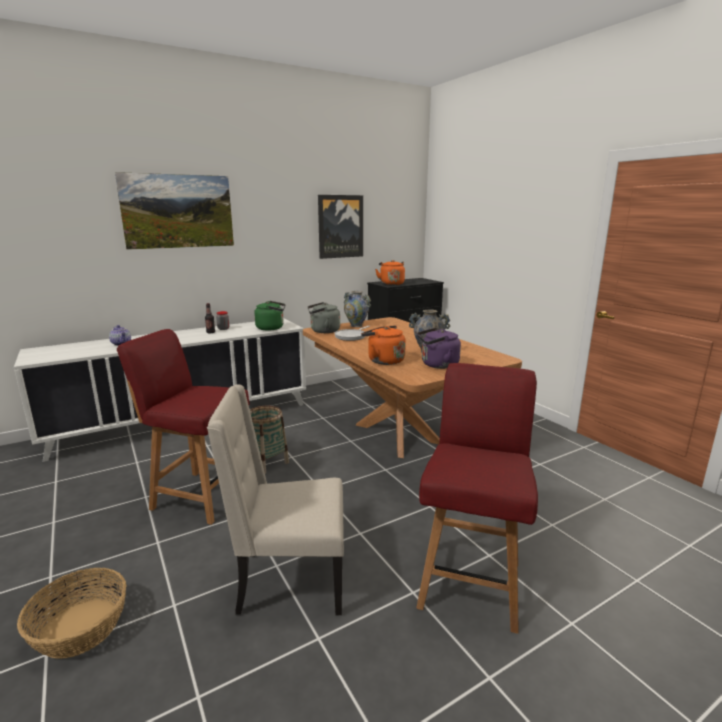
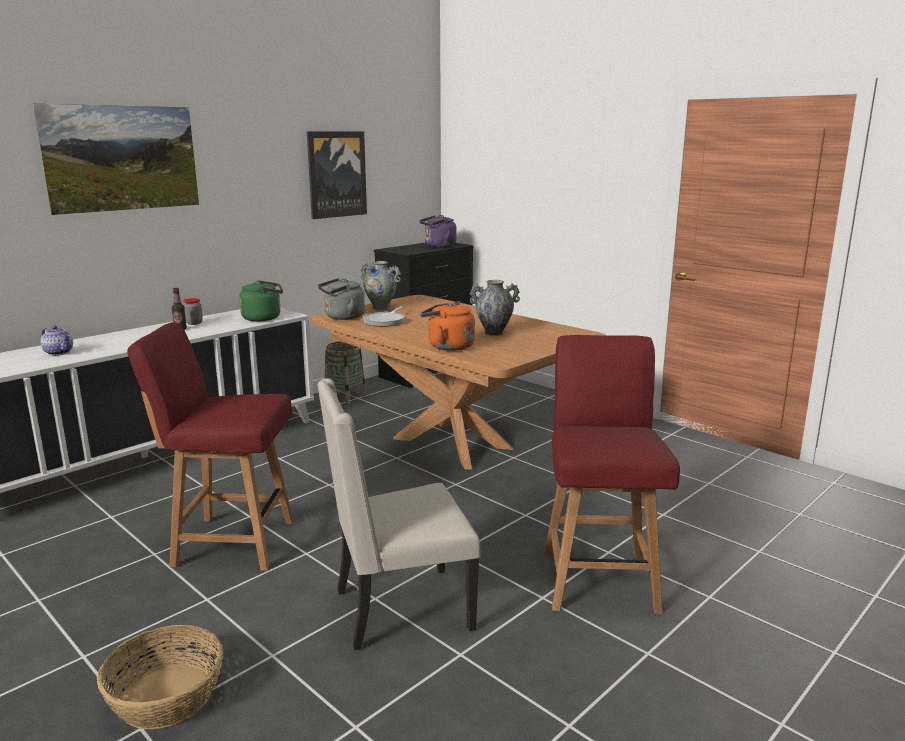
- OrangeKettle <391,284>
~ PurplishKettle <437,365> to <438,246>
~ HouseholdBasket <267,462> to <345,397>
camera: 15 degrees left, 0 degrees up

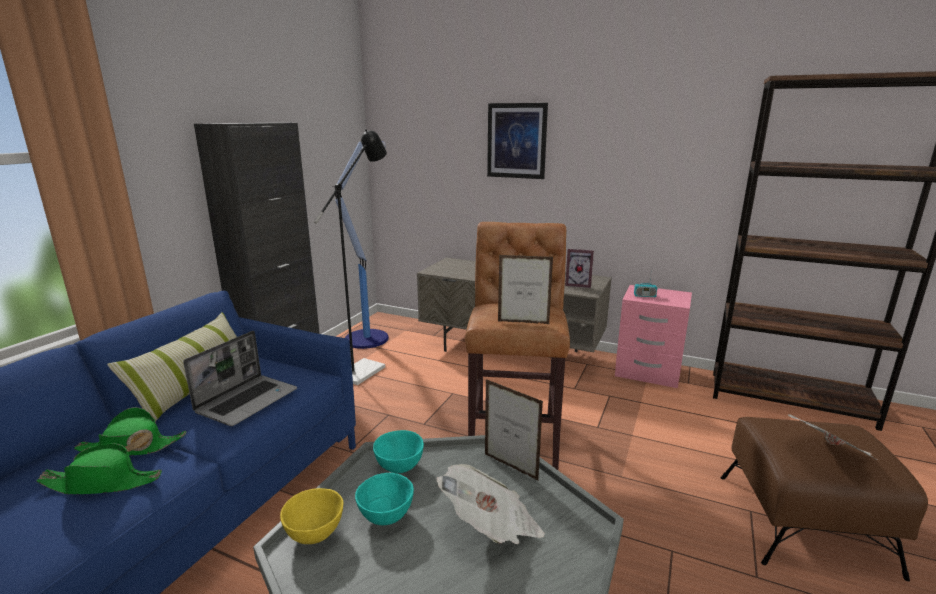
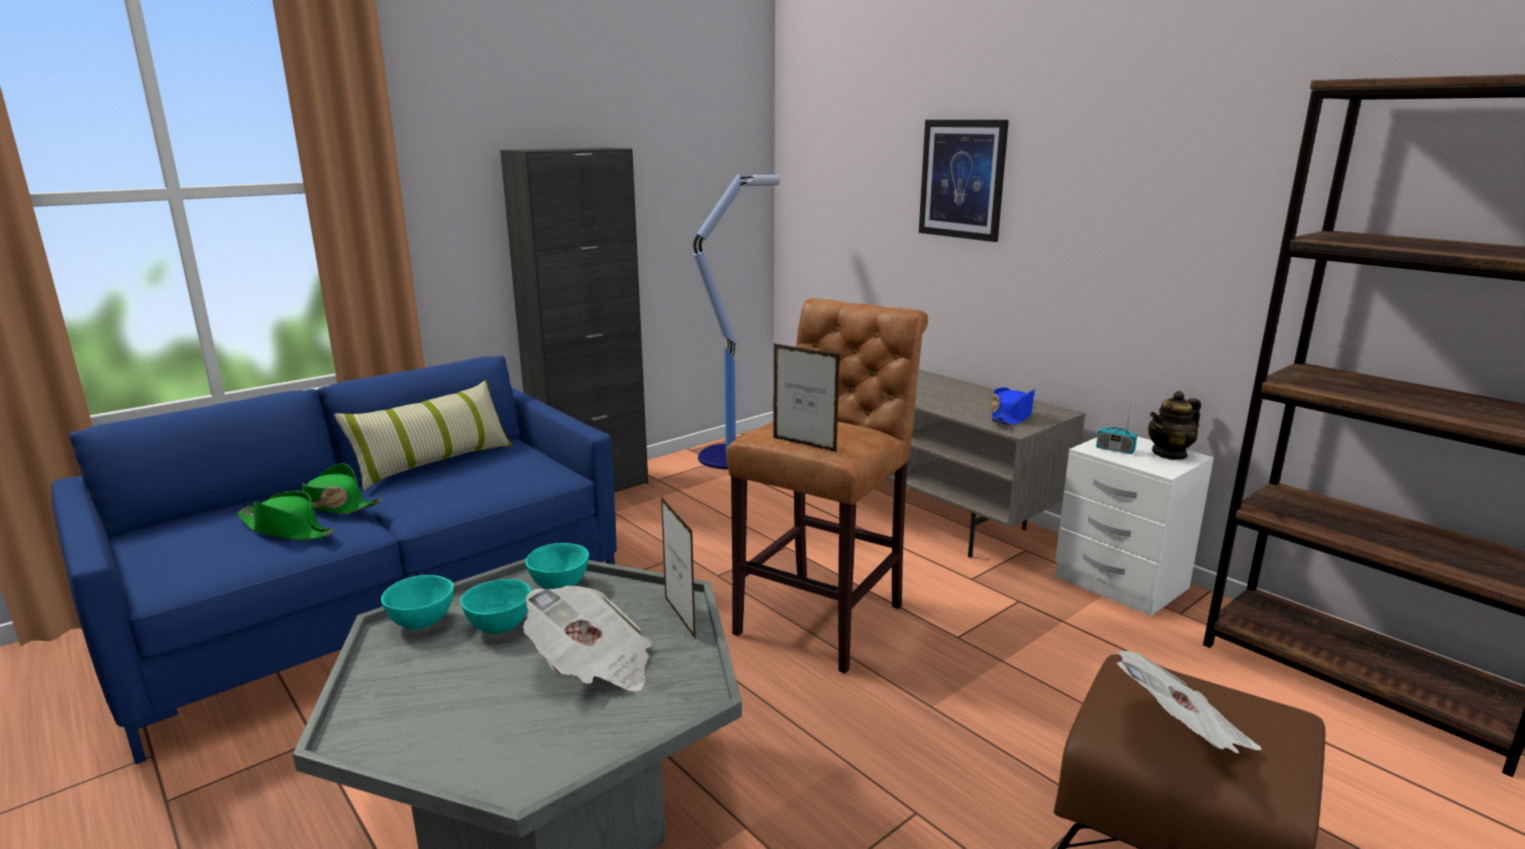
- BlackStandingLamp <366,369>
~ PictureFrame <578,284> to BlueClothingHat <1011,416>
~ PinkNightTable <648,372> to WhiteColouredNightTable <1120,582>
- PortableComputer <247,400>
~ YellowishBowl <316,533> to TurquoiseBowl <423,623>
+ PotForTea <1169,454>
camera: 25 degrees right, 0 degrees up

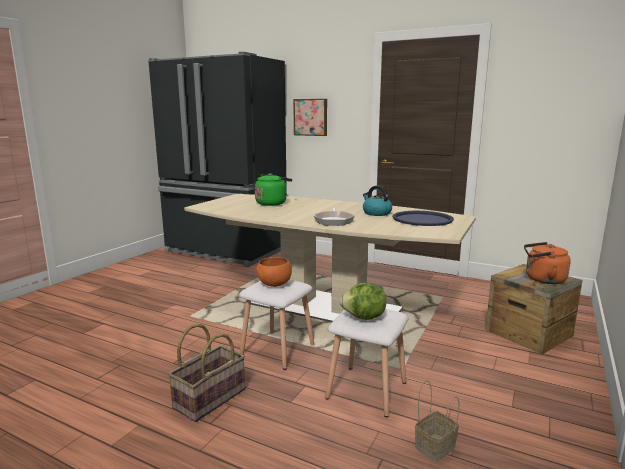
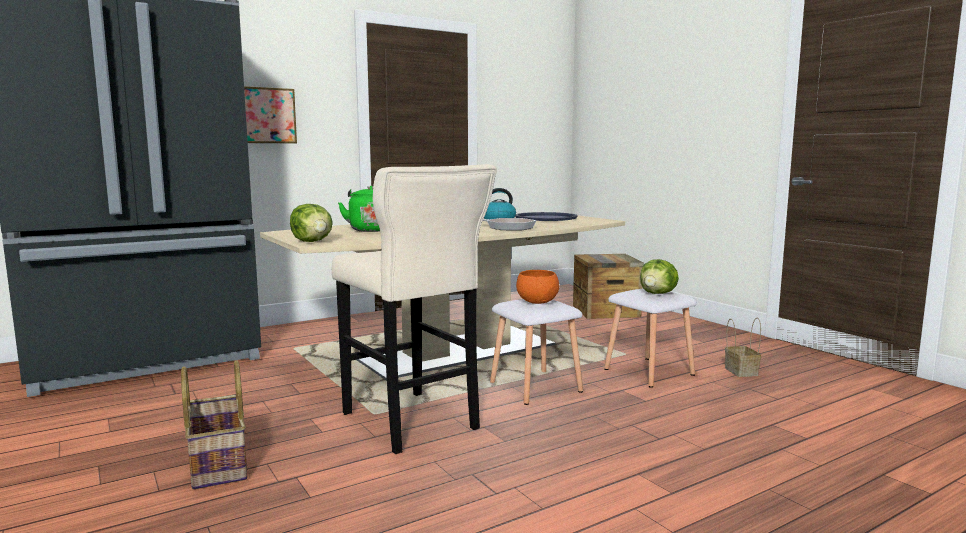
- OrangeKettle <542,279>
~ HouseholdBasket <209,398> to <217,464>
+ SandColouredStoolSeat <412,424>
+ Lettuce <313,242>
camera: 60 degrees left, 5 degrees down

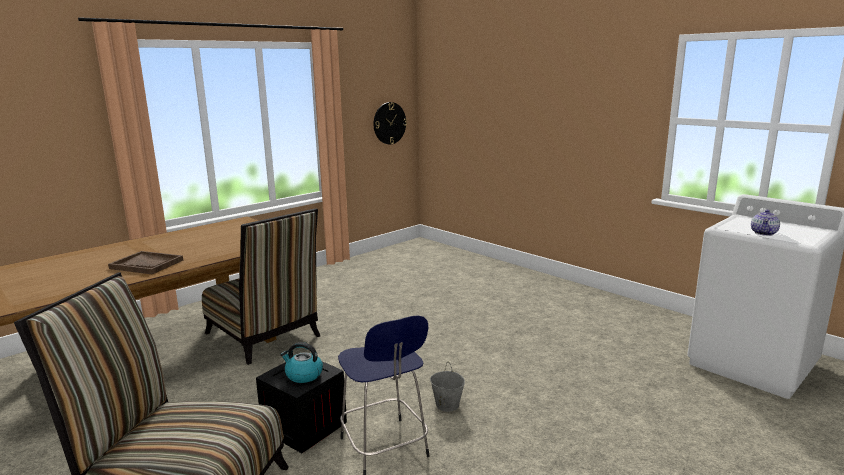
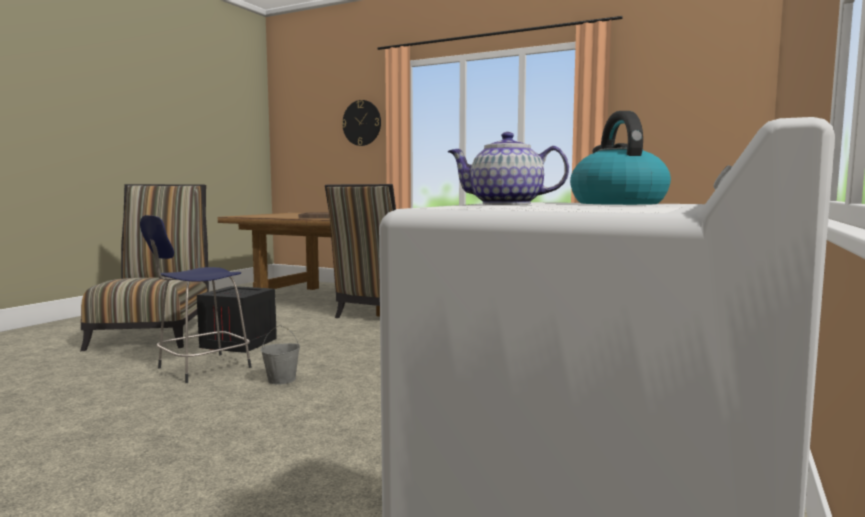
~ WallClock <389,123> to <362,123>
~ Kettle <303,375> to <616,203>
camera: 70 degrees right, 10 degrees down

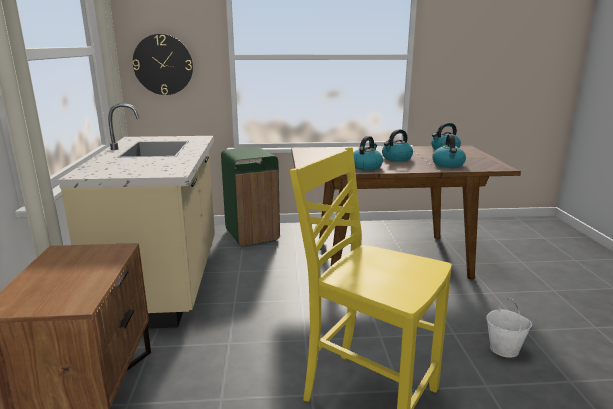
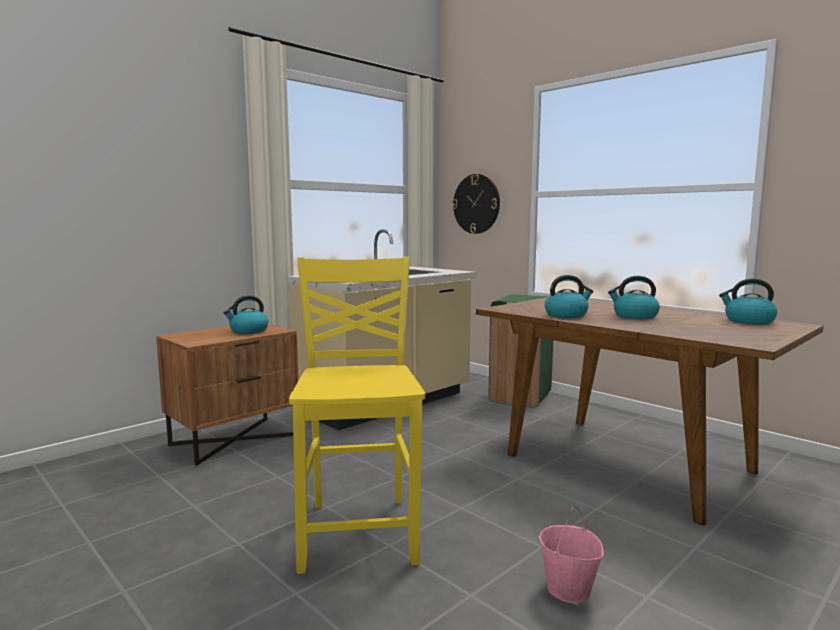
~ Kettle <448,164> to <248,331>
~ WhiteColouredPail <504,349> to PinkPail <569,590>
camera: 50 degrees right, 10 degrees down

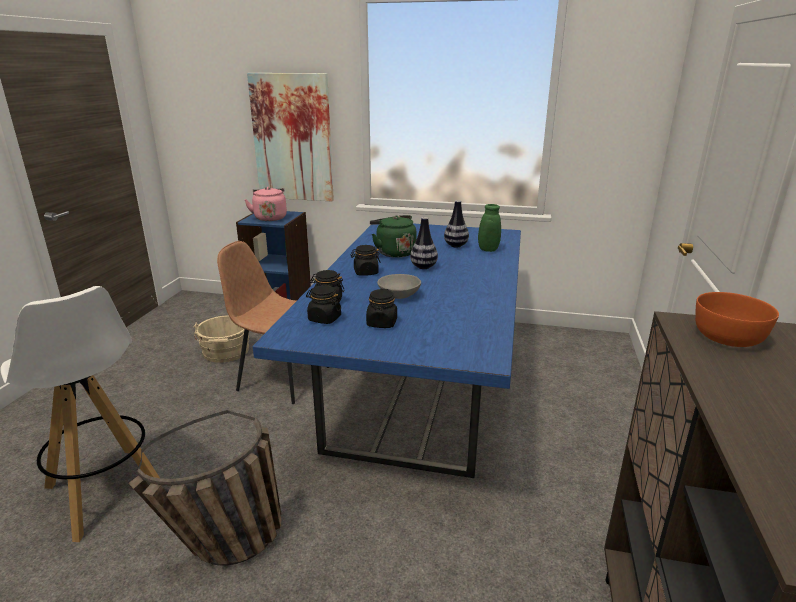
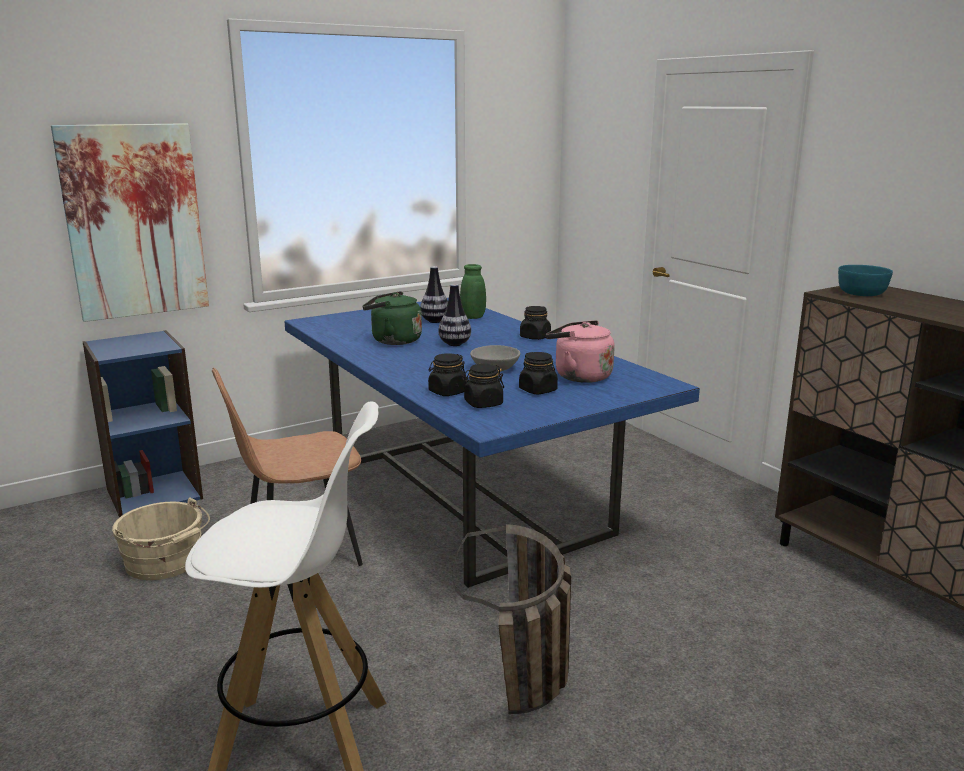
~ PinkKettle <270,217> to <579,376>
~ BlackJar <365,272> to <535,337>
~ OrangeBowl <729,337> to TurquoiseBowl <862,293>
camera: 45 degrees left, 5 degrees down

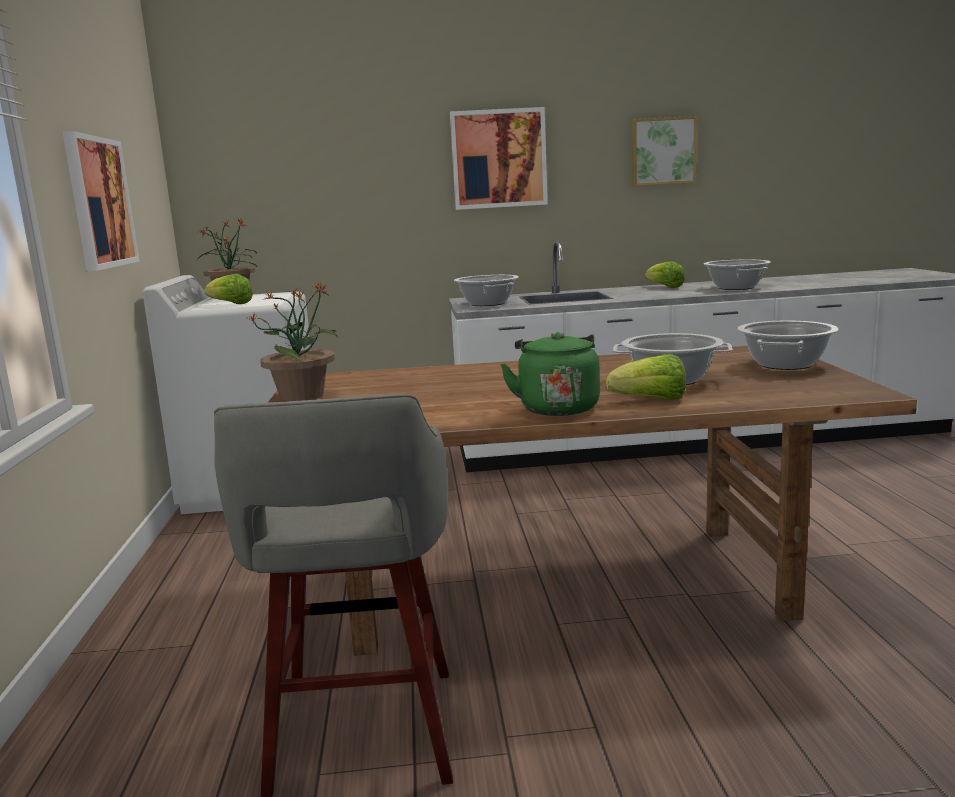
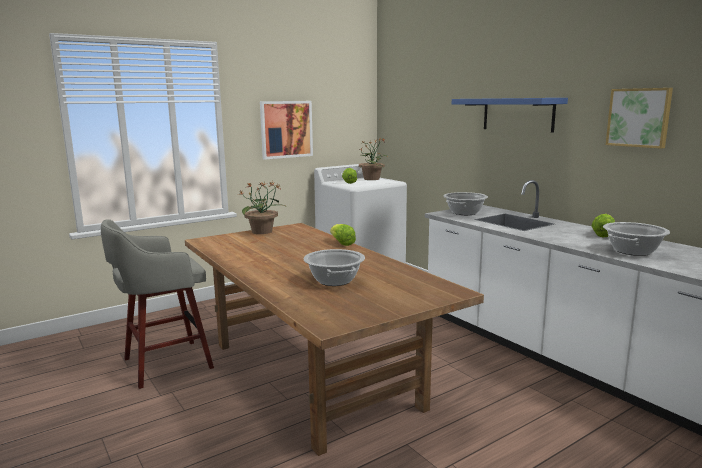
~ WallArt <499,159> to BlueWallShelf <518,114>
- Saucepot <785,364>
- GreenKettle <557,408>
~ Lettuce <651,400> to <341,243>
camera: 60 degrees right, 0 degrees up

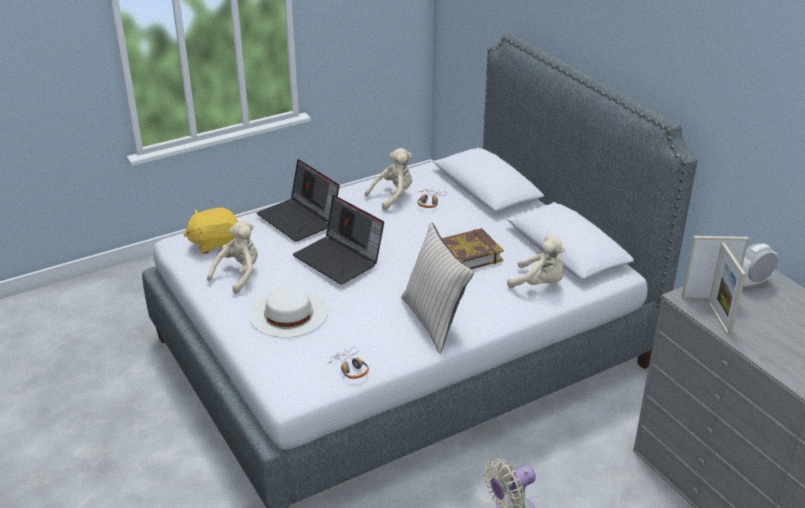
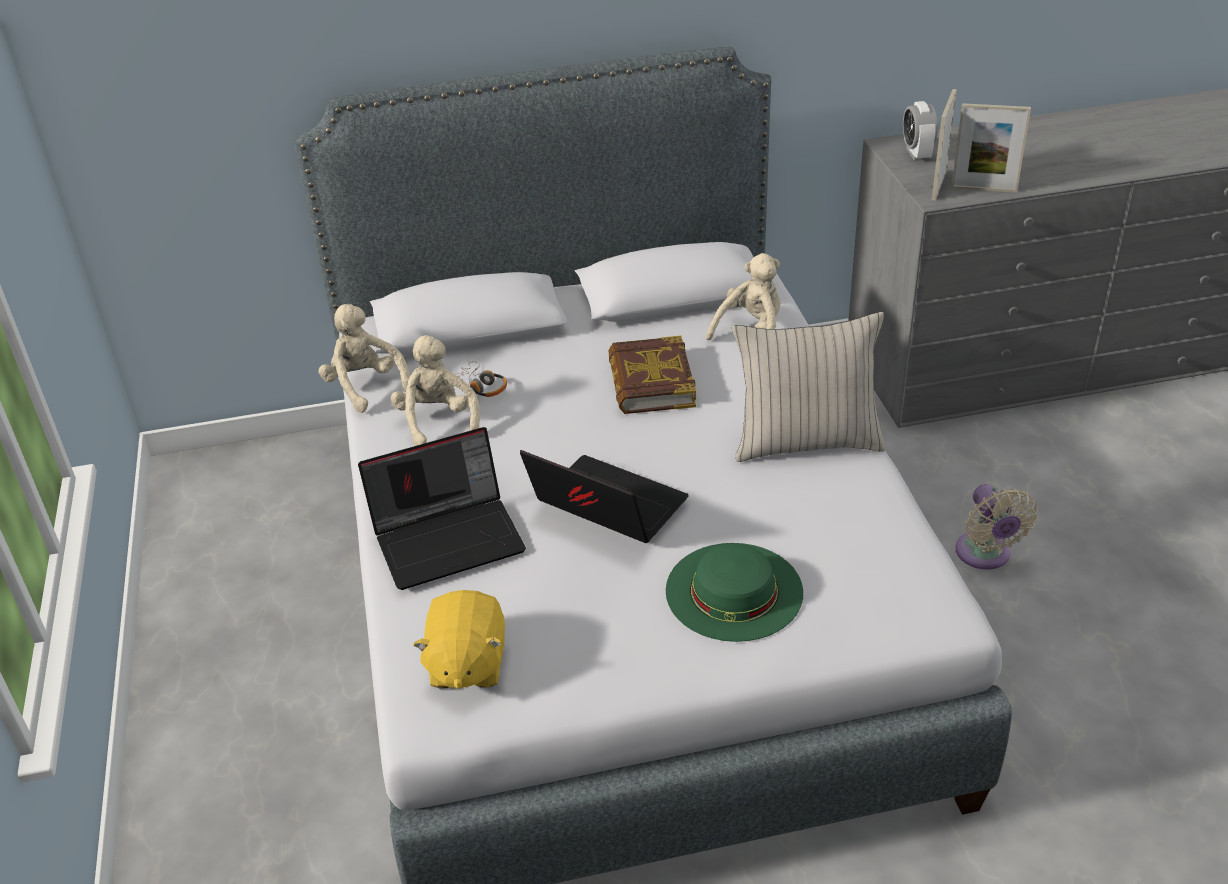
~ PortableComputer <340,259> = <605,507> 120 degrees counterclockwise
~ SandColouredPlushToy <239,275> to <365,386>
~ WhiteColouredClothingHat <288,313> to GreenClothingHat <734,591>
- Headphones <350,368>
camera: 70 degrees left, 5 degrees up

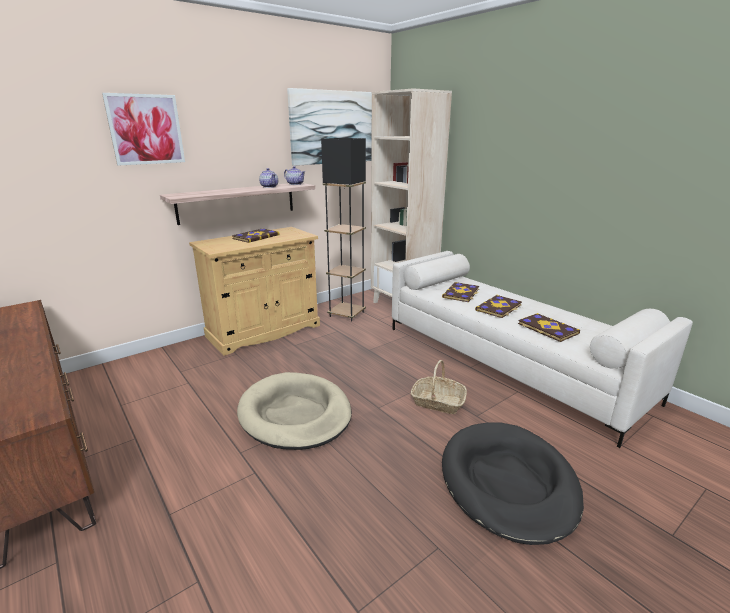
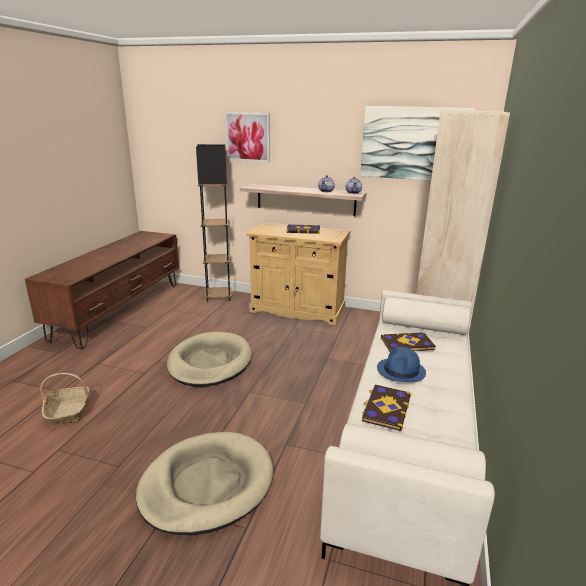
~ BlackStandingLamp <346,314> to <218,296>
~ Volume <499,308> to BlueClothingHat <401,371>
~ HouseholdBasket <437,402> to <69,411>
~ BlackPetBed <508,483> to SandColouredPetBed <207,485>
camera: 55 degrees right, 0 degrees up

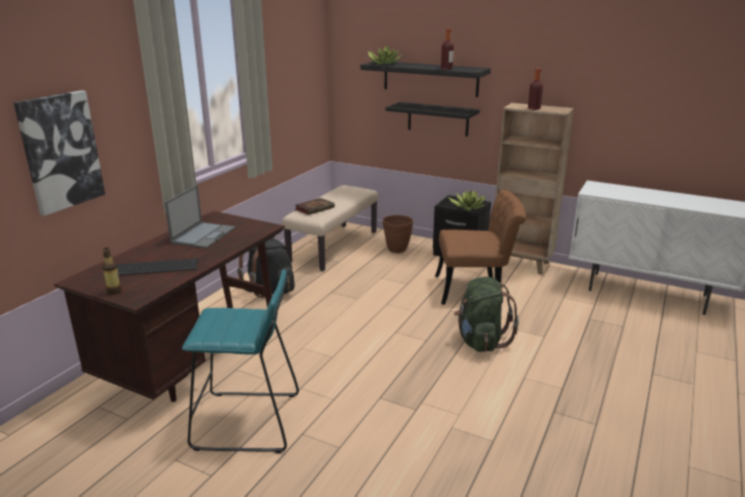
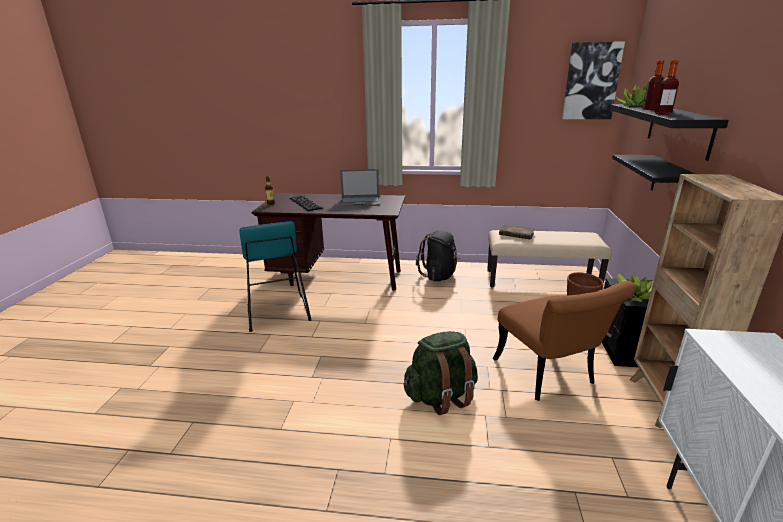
~ DrinkBottle <534,108> to <650,109>
~ WallArt <60,151> to <591,81>
camera: 70 degrees right, 0 degrees up

